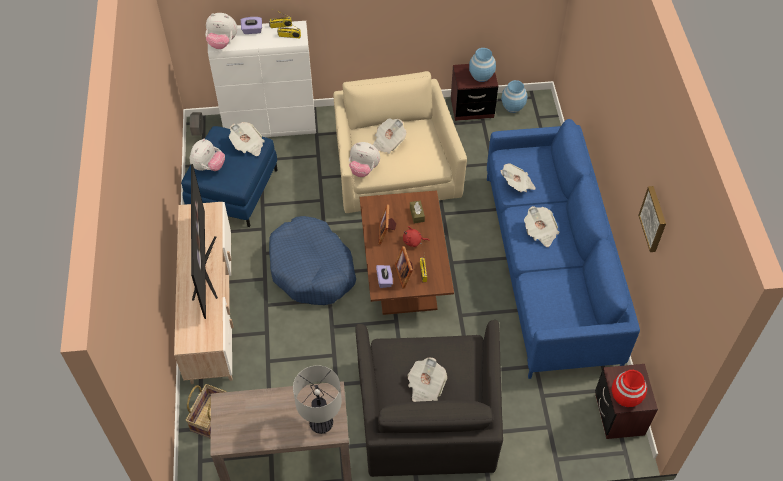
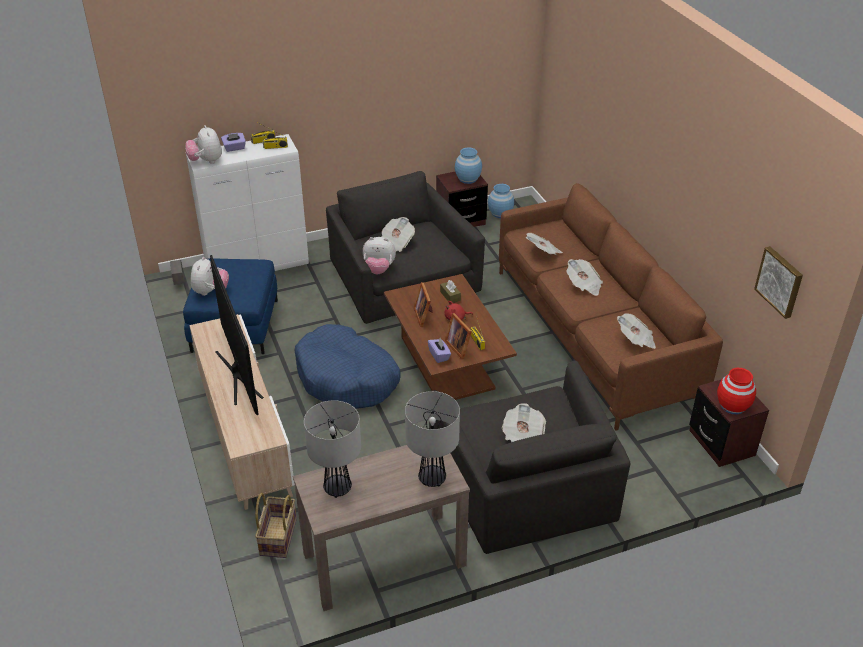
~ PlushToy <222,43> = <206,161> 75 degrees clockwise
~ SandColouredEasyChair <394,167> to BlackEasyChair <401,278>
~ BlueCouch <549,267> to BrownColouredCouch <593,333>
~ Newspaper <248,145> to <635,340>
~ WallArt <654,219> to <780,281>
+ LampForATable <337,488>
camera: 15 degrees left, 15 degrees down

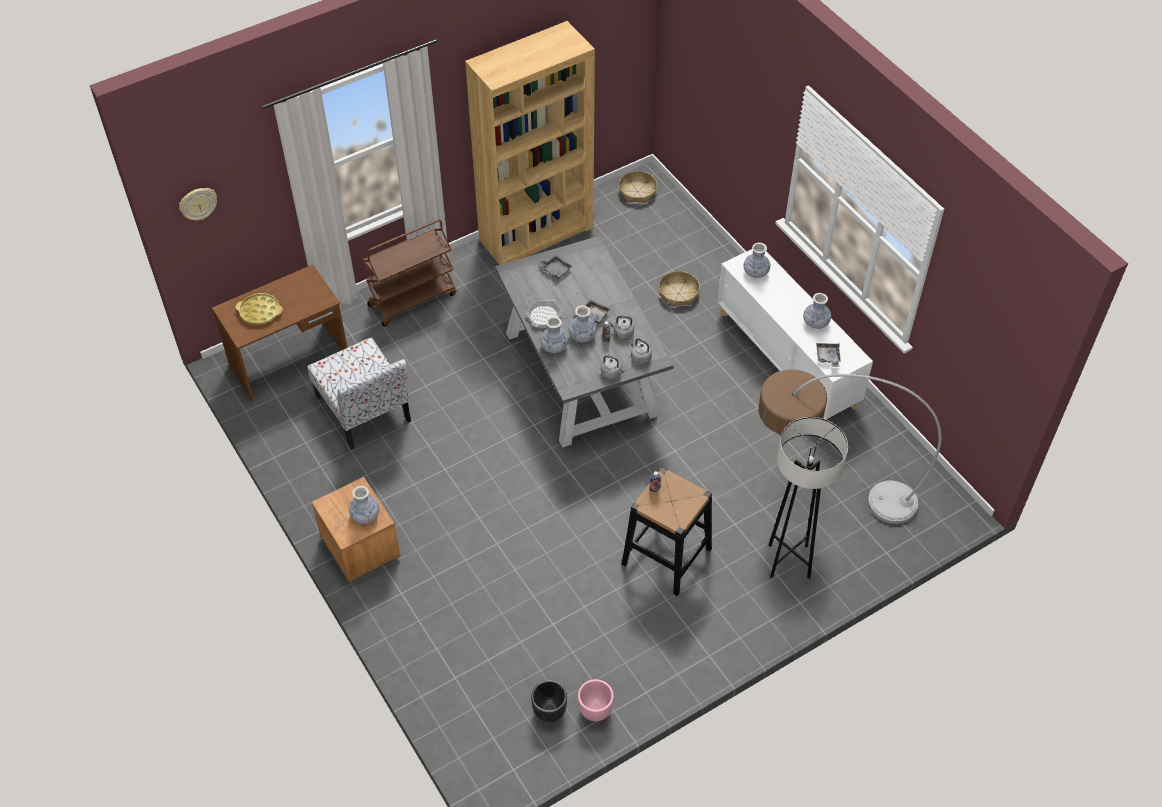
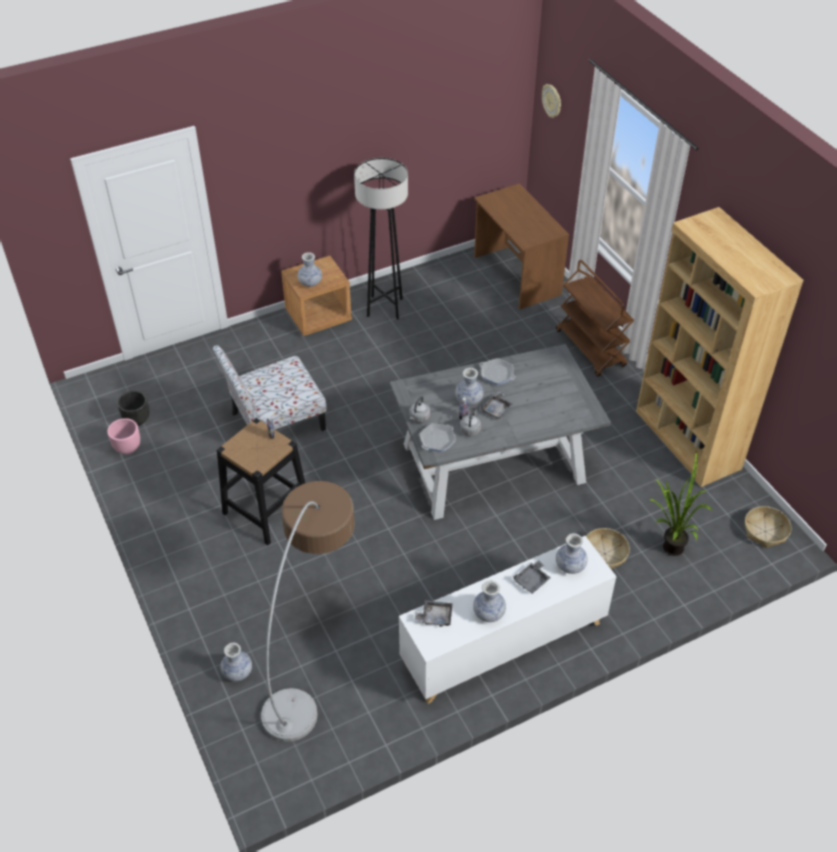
~ GrayTray <555,269> to <532,580>
- YellowishTray <260,312>
~ FlowerVase <554,347> to <237,672>
~ PlainChair <364,410> to <275,422>
~ GrayKettle <640,357> to Skillet <437,440>
~ GrayStandingLamp <789,561> to <384,307>
+ PottedPlant <667,549>
camera: 95 degrees right, 5 degrees down

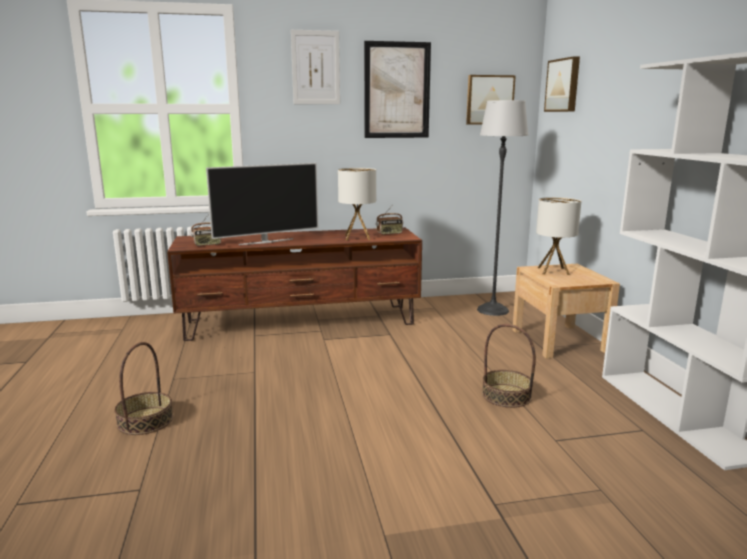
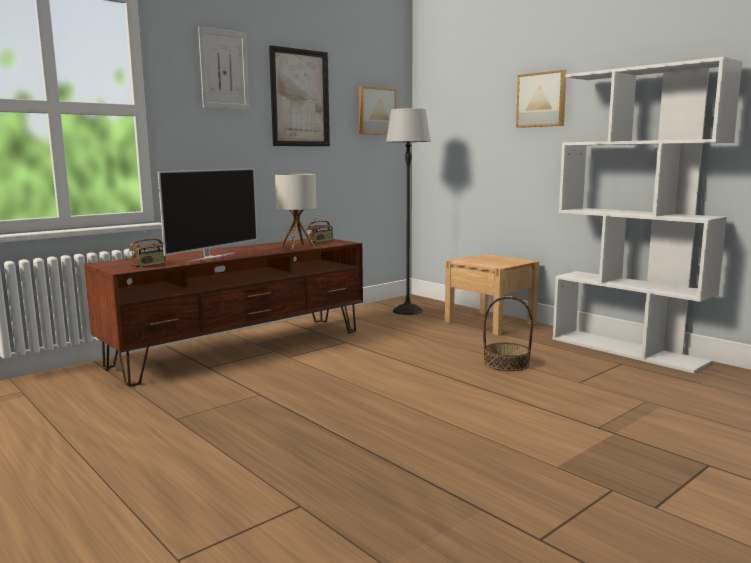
~ WallArt <563,85> to <542,100>
- LampForATable <553,271>
- HouseholdBasket <145,421>
camera: 30 degrees left, 5 degrees down

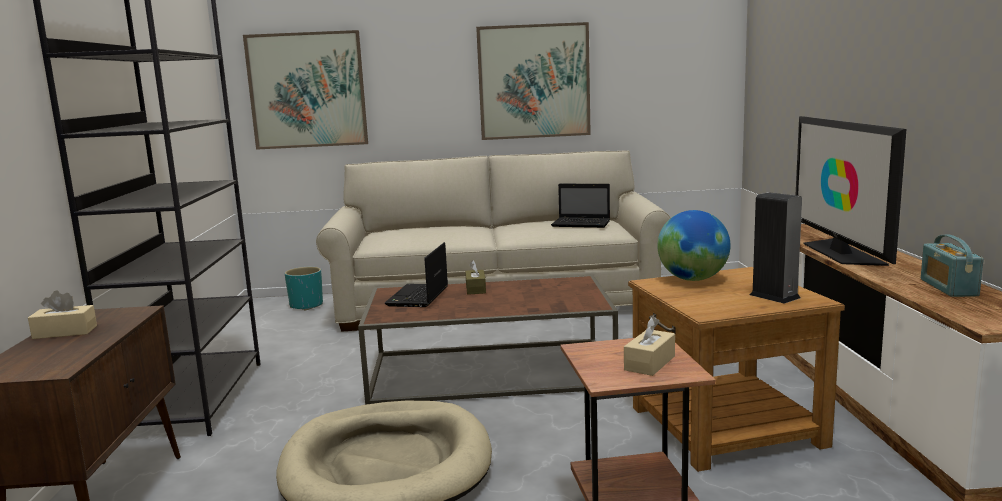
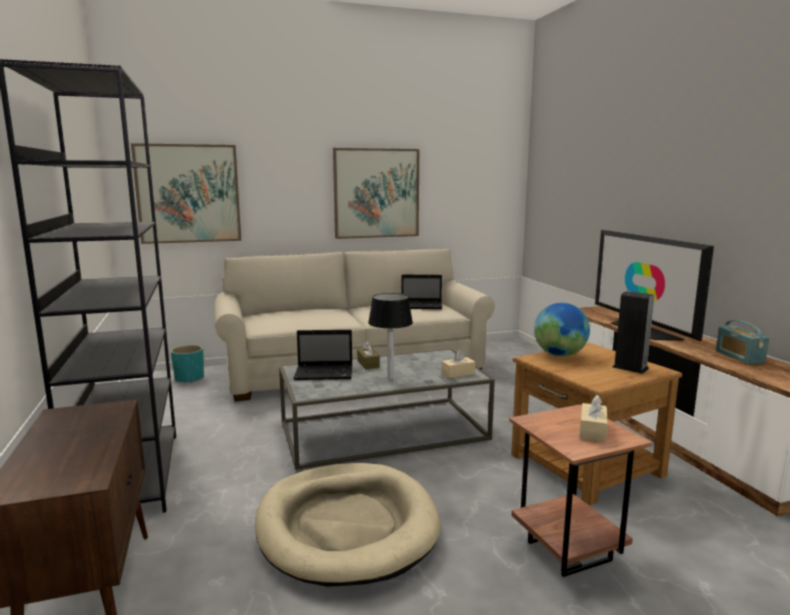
~ PortableComputer <418,297> = <325,373> 90 degrees counterclockwise
~ BrownColouredLowTable <490,371> to GrayLowTable <383,431>
~ SandColouredTissueHolder <65,332> to <458,373>
+ LampForATable <390,378>
camera: 15 degrees left, 0 degrees up

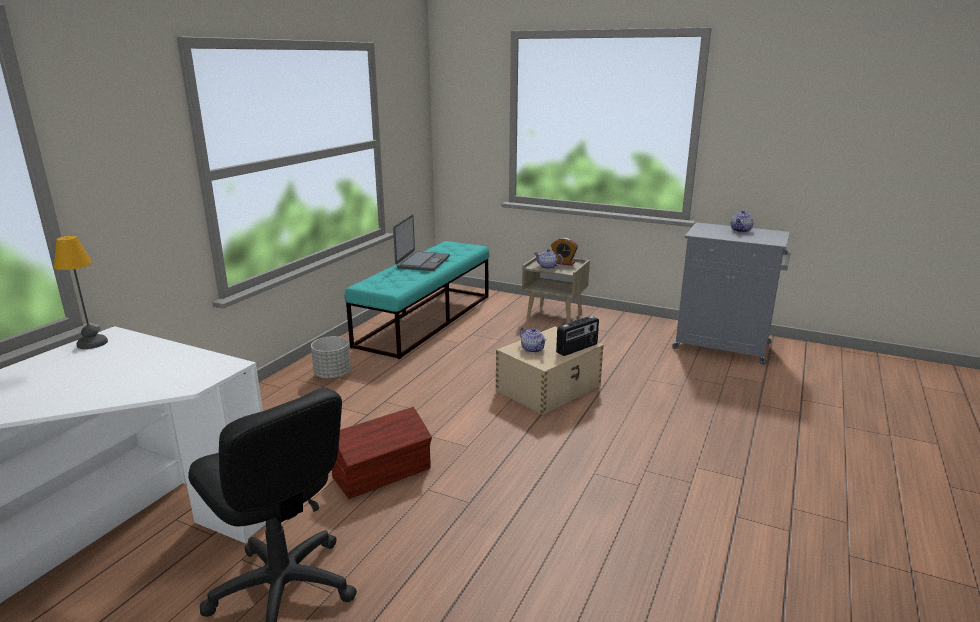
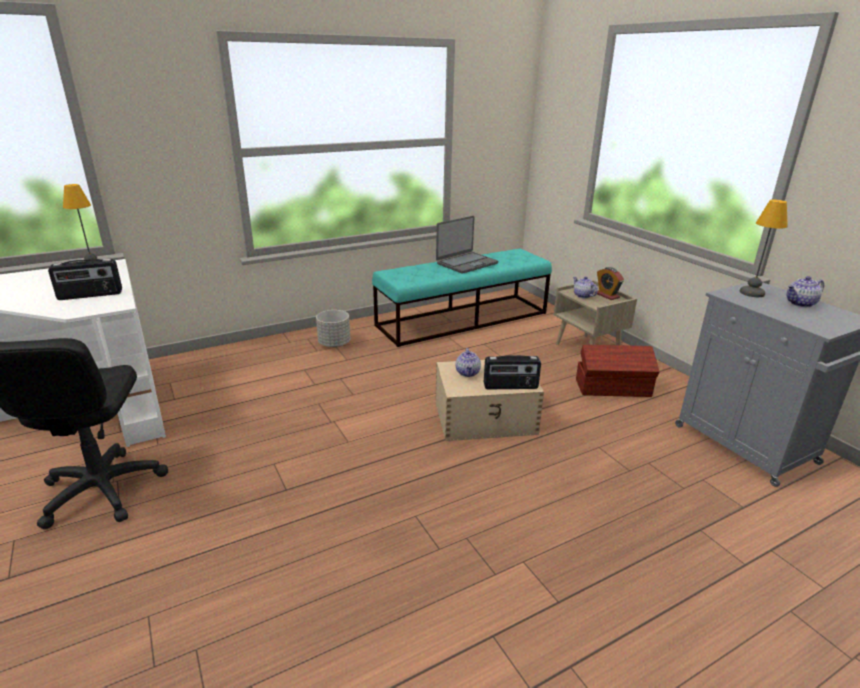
~ BrownColouredStorageBin <383,473> to <613,388>
+ LampForATable <751,292>
+ RadioReceiver <90,295>
camera: 35 degrees right, 5 degrees up

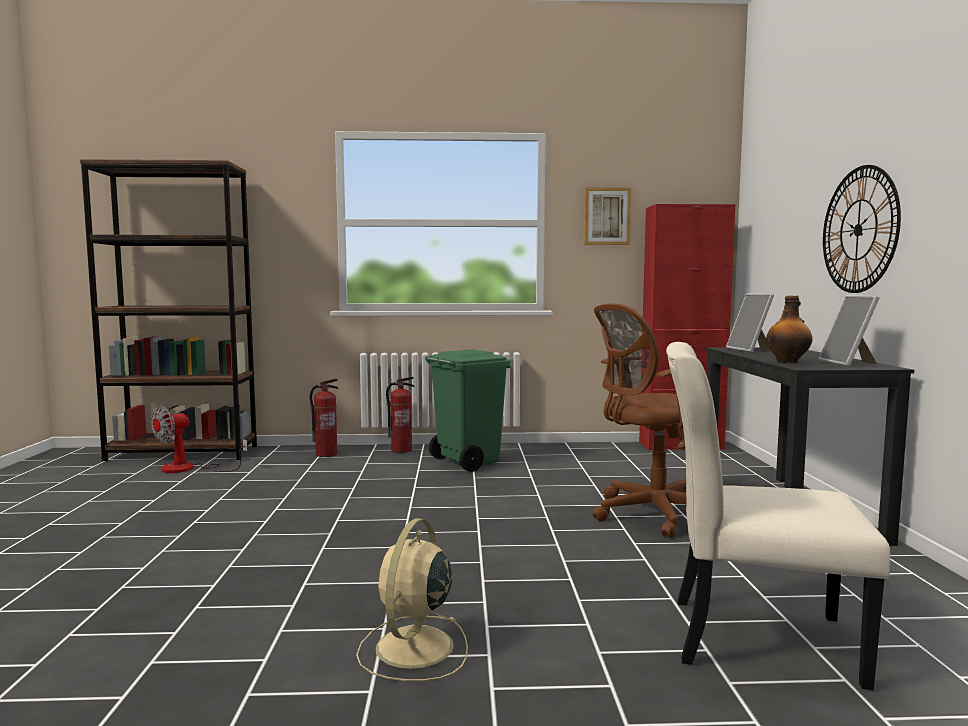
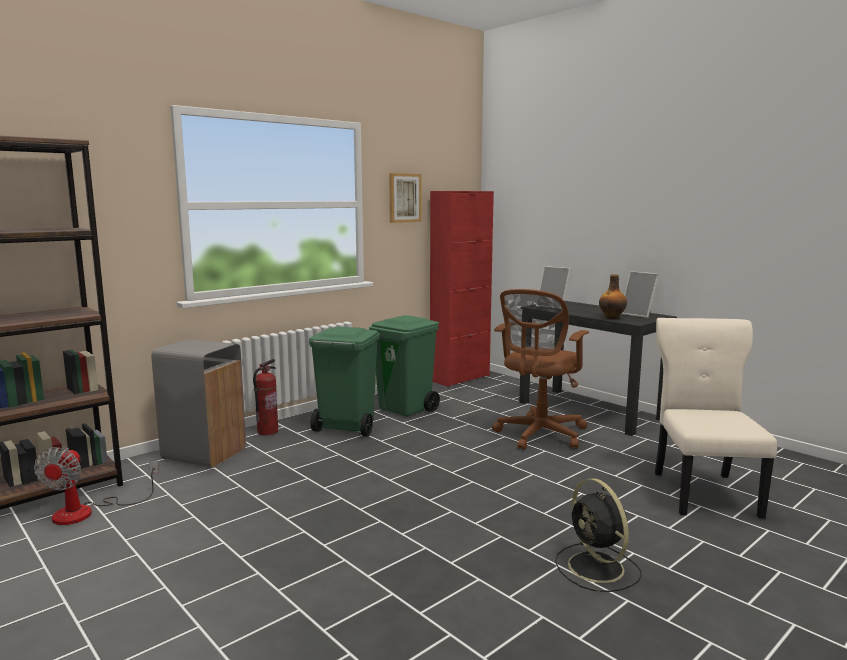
- WallClock <858,230>
~ SandColouredPlainChair <753,638> = <704,492> 120 degrees clockwise
~ FireExtinguisher <326,454> to GrayTrashCan <204,454>
~ SandColouredFan <413,649> to BlackFan <597,568>
+ GreenTrashCan <406,409>
camera: 40 degrees left, 5 degrees up

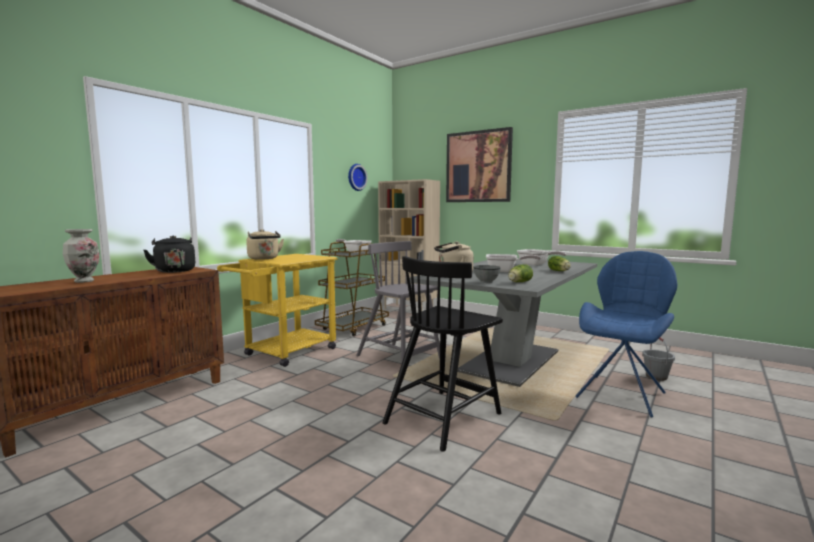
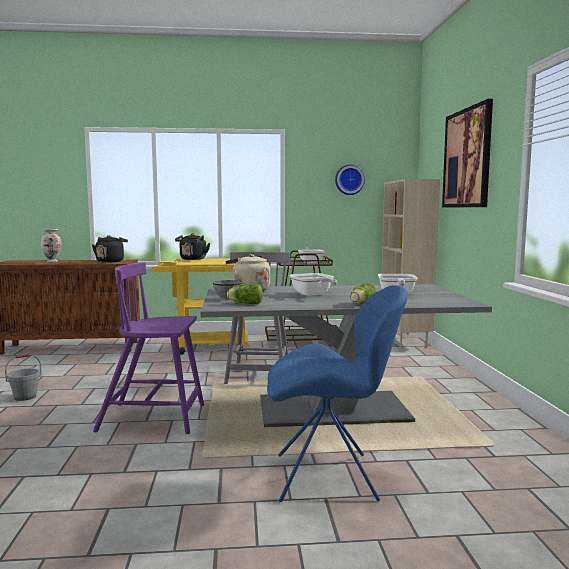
~ SandColouredKettle <264,258> to BlackKettle <192,259>
~ BlackPlainChair <444,417> to PurplishPlainChair <154,418>
~ GrayPail <656,377> to <25,397>
camera: 50 degrees right, 0 degrees up

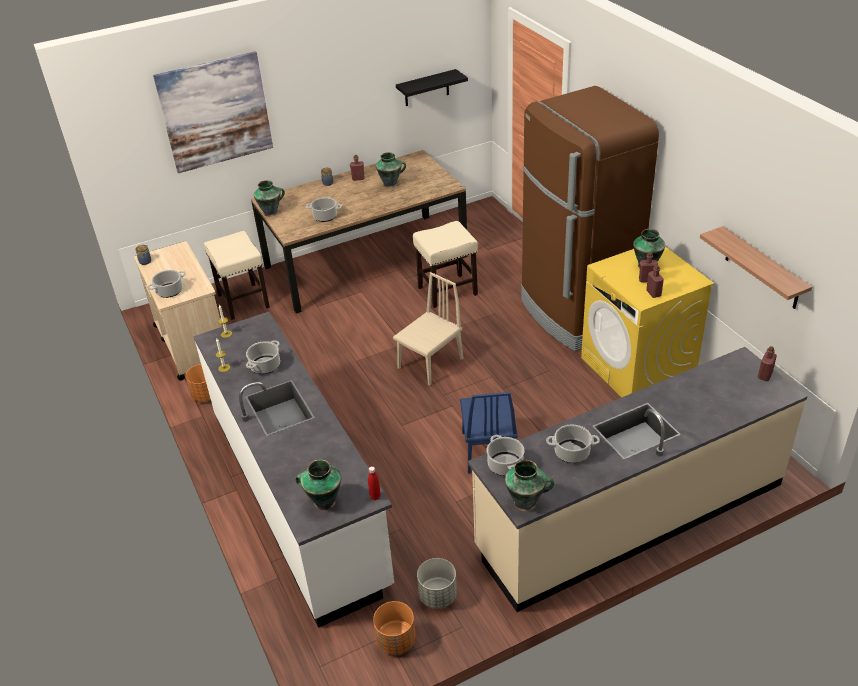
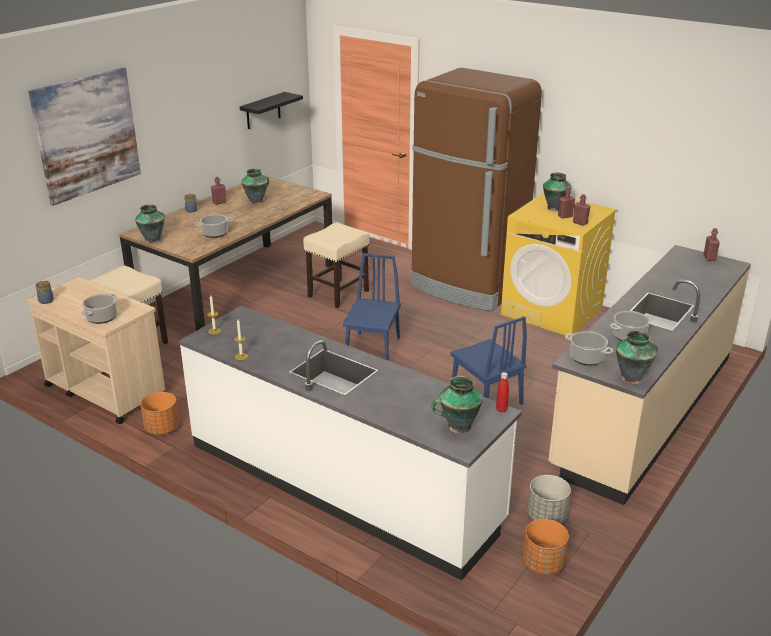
- WallShelf <762,269>
~ SandColouredPlainChair <430,363> to BluePlainChair <373,348>
- Saucepot <265,365>
camera: 30 degrees left, 10 degrees down

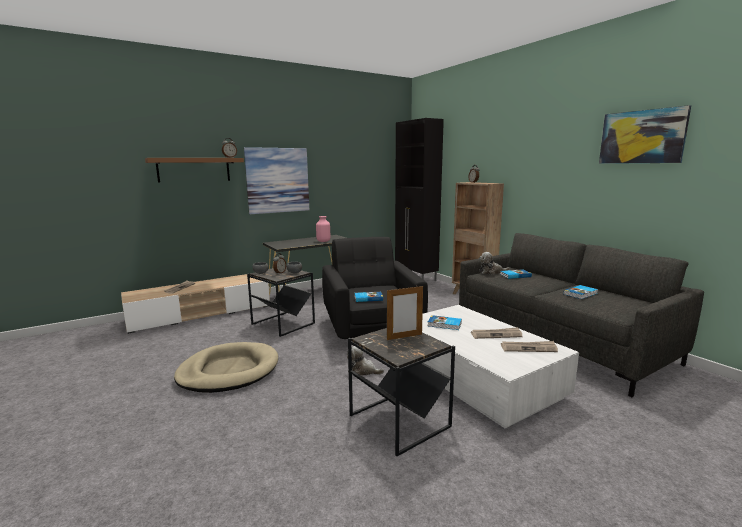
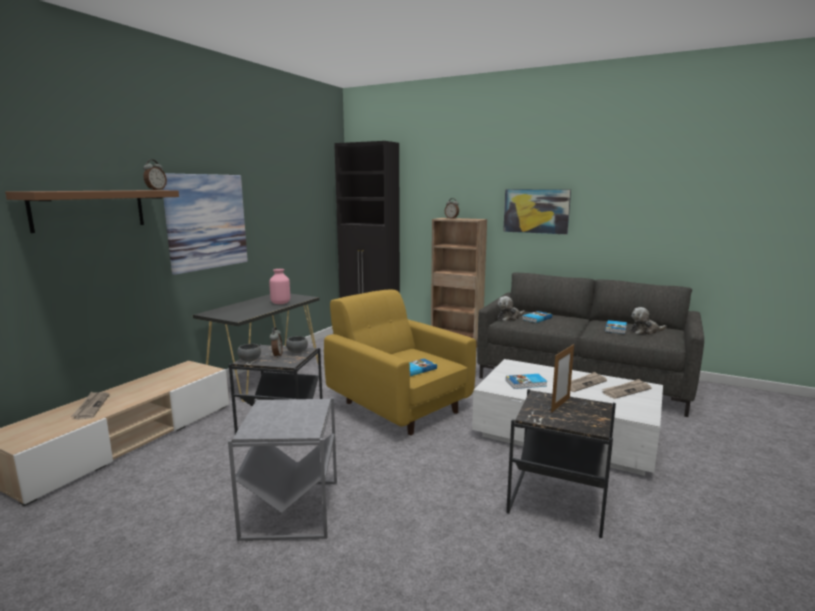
~ WallArt <642,137> to <536,211>
~ BlackEasyChair <371,328> to YellowishEasyChair <398,406>
~ SandColouredPetBed <229,371> to GrayAccentTable <290,510>
~ PlushToy <363,371> to <645,331>
camera: 30 degrees left, 0 degrees up

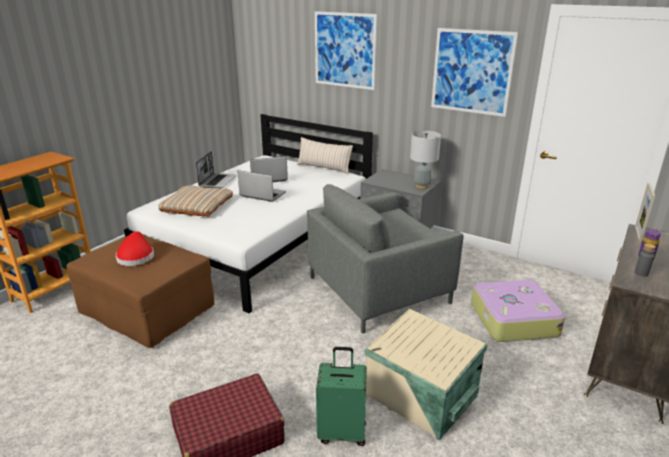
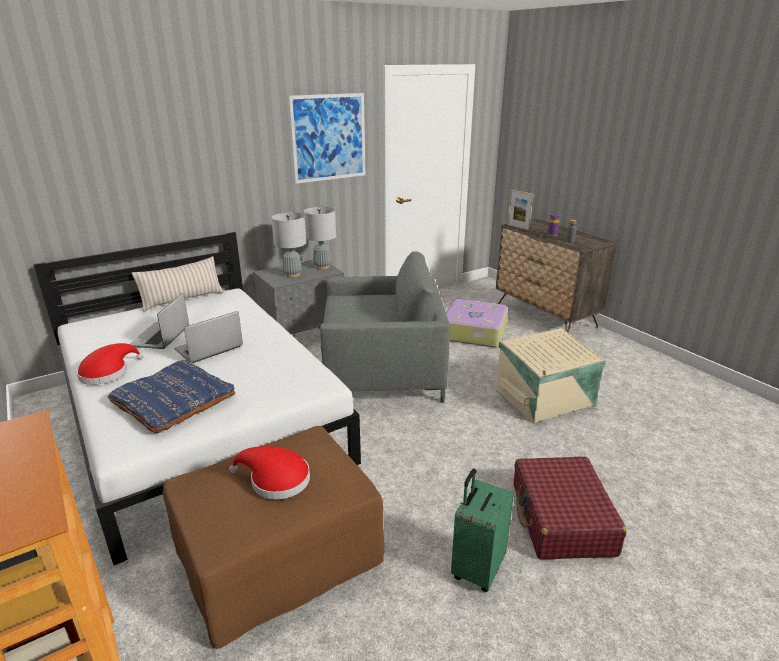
- WallArt <345,50>
~ PortableComputer <217,181> to ReddishClothingHat <107,372>
~ GrayEasyChair <378,289> = <383,373> 90 degrees counterclockwise
~ SandColouredPillow <197,206> to BluePillow <174,401>
~ GreenTravelCase <342,432> to <477,568>
+ GrayLampForATable <292,275>
camera: 65 degrees left, 0 degrees up

